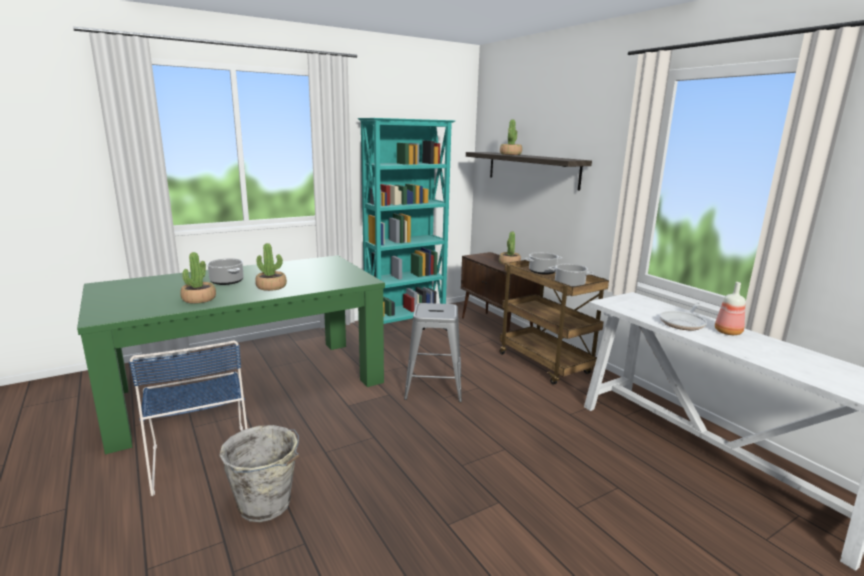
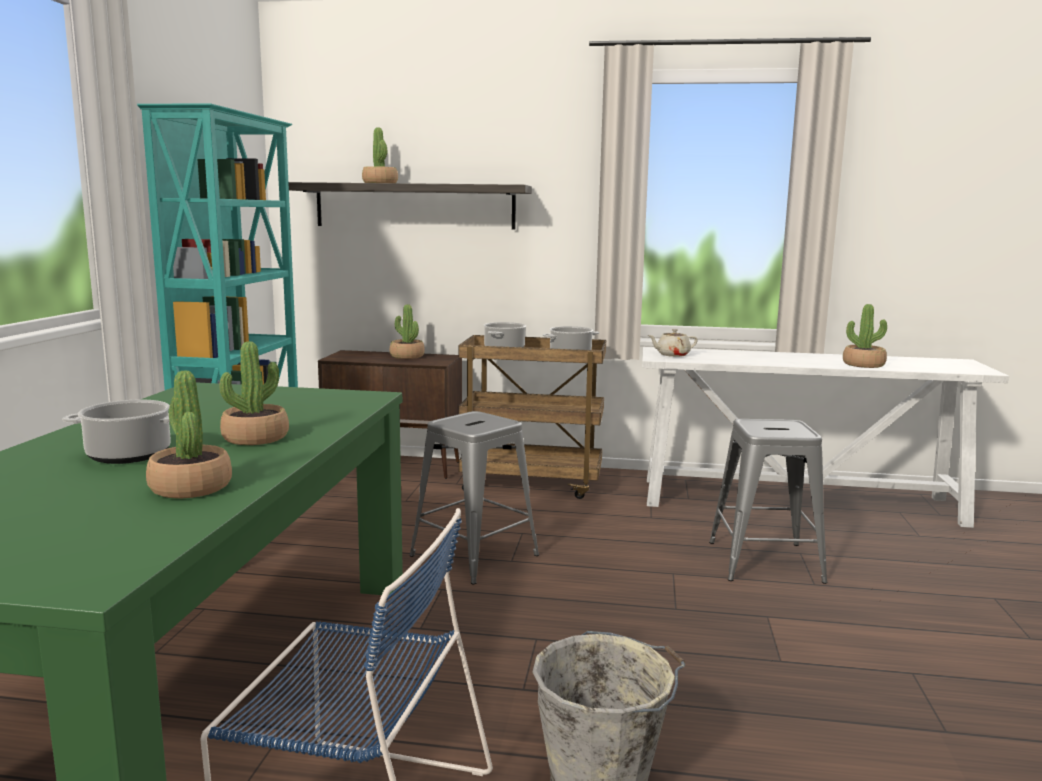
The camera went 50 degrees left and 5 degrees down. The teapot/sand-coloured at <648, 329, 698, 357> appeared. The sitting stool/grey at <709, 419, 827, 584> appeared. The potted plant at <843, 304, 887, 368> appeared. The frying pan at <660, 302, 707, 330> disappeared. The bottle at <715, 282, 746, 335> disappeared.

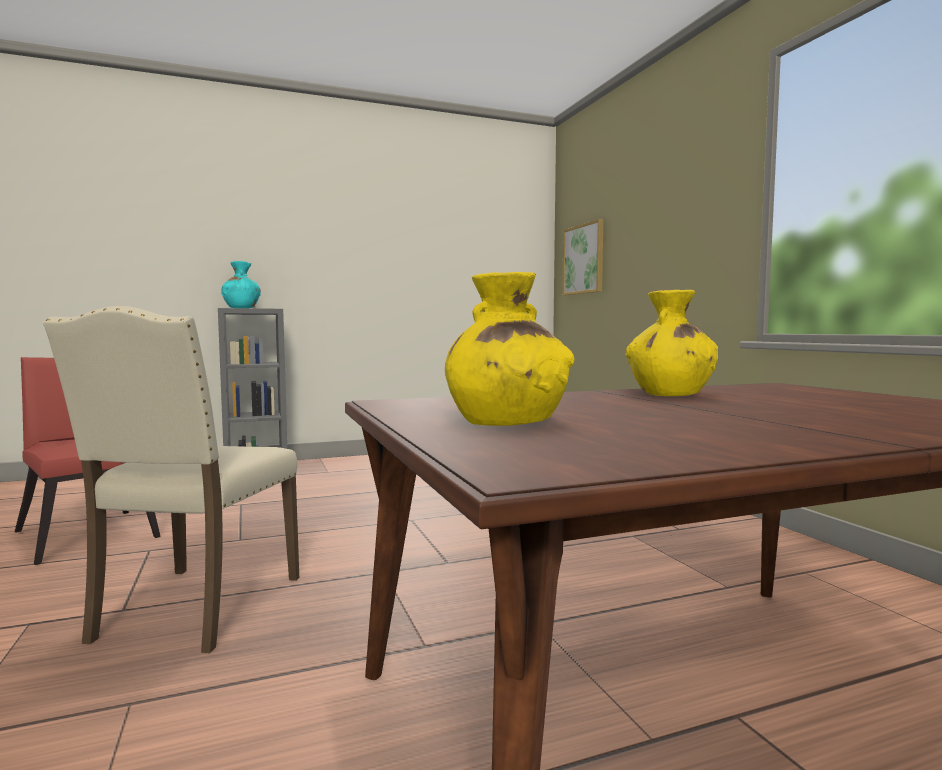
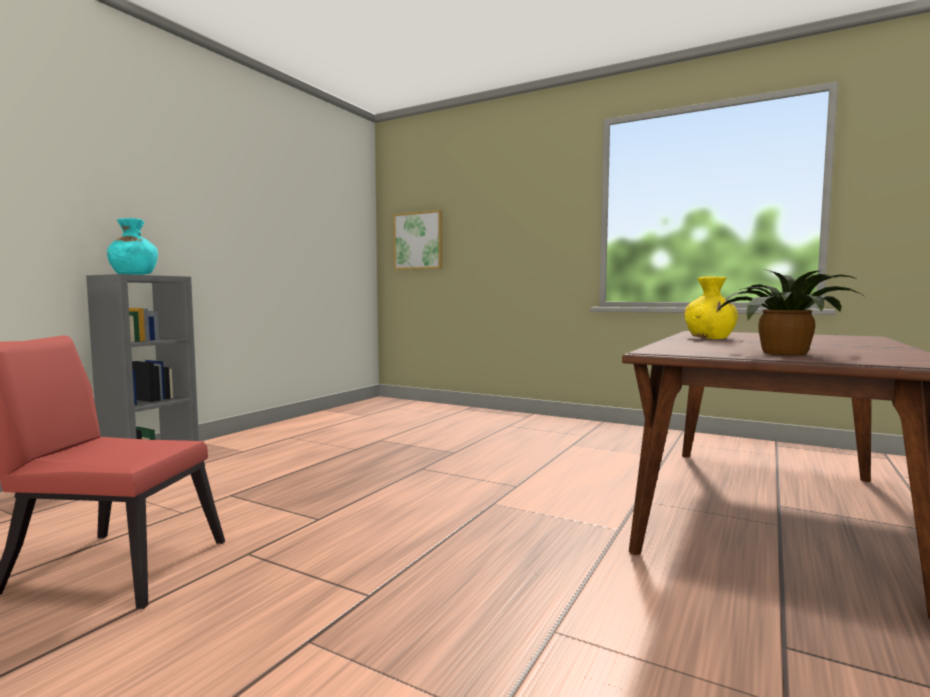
The camera went 40 degrees left and 0 degrees up. The flower vase/yellow at <445, 272, 574, 426> was replaced by the potted plant at <717, 270, 865, 355>. The chair/sand-coloured at <43, 306, 299, 653> disappeared.

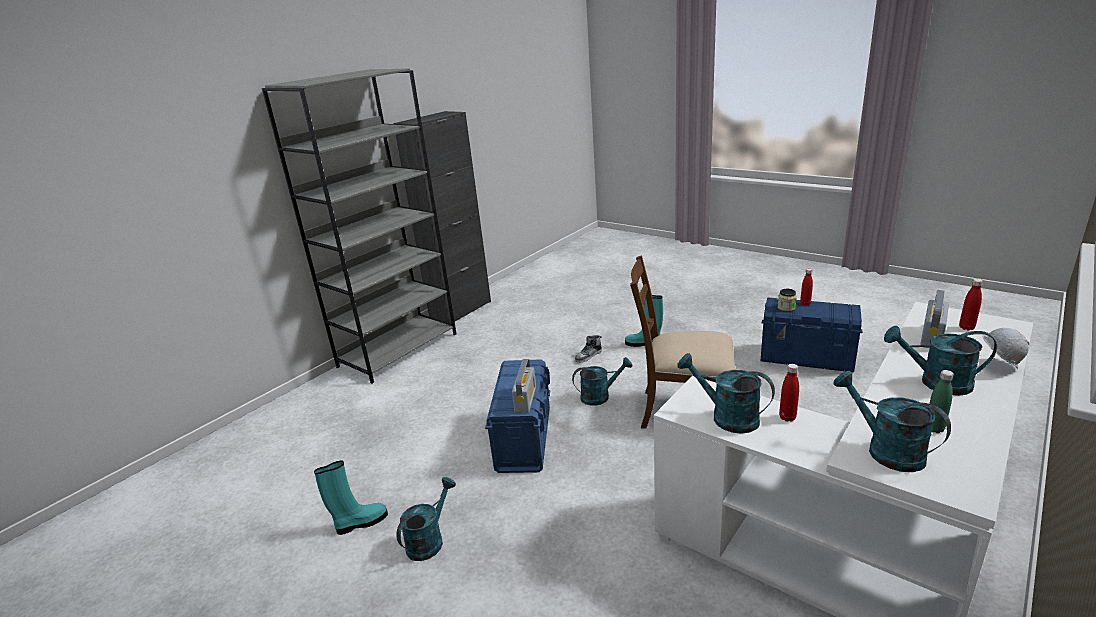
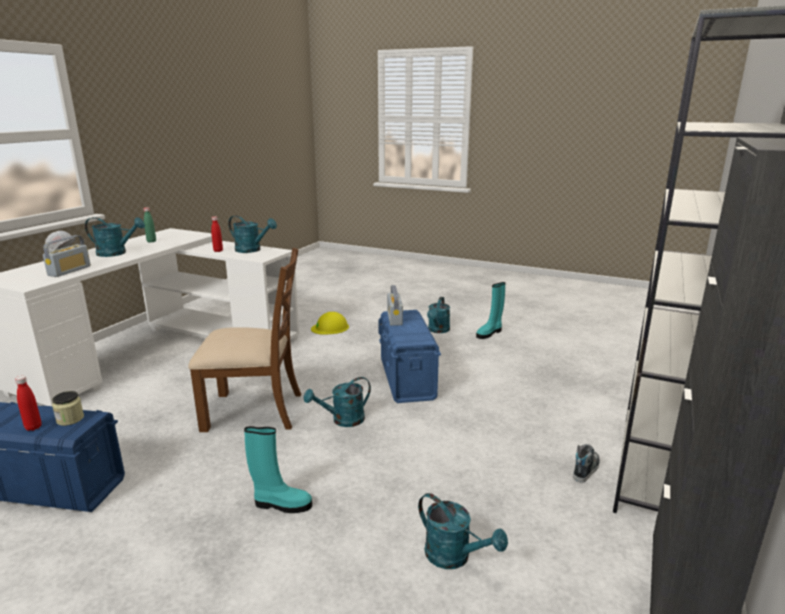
The camera went 165 degrees right and 5 degrees down. The safety helmet/yellow at <311, 312, 349, 335> appeared. The watering can/turquoise moved from <833, 371, 951, 472> to <418, 493, 508, 569>. The shoe moved from <575, 335, 602, 363> to <573, 444, 600, 483>. The bottle/red at <959, 279, 983, 330> disappeared.

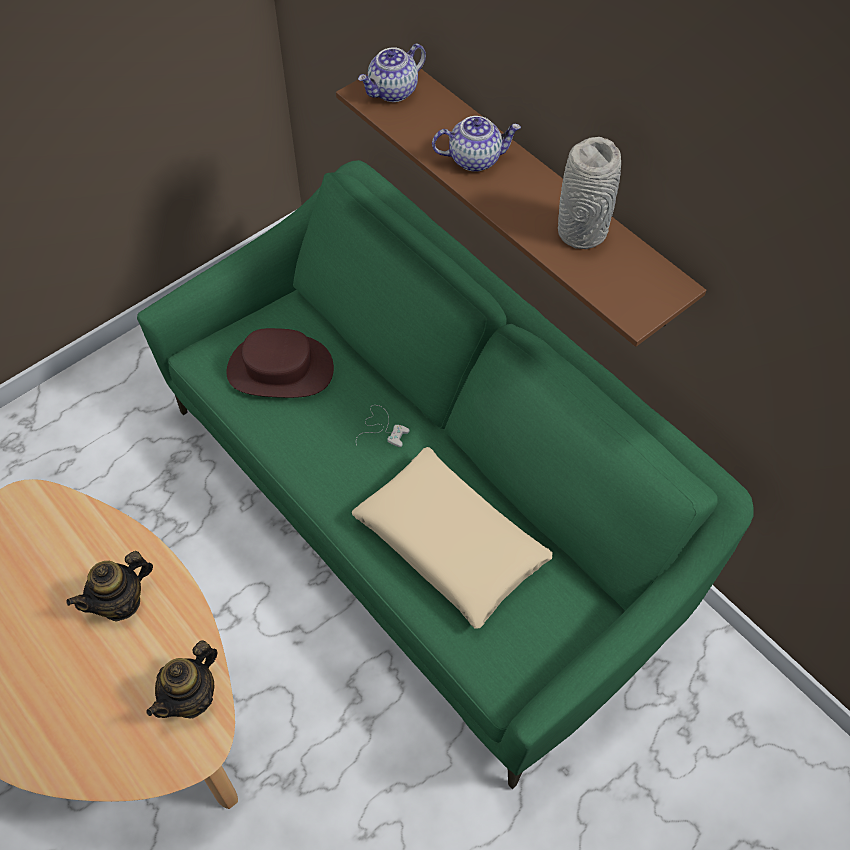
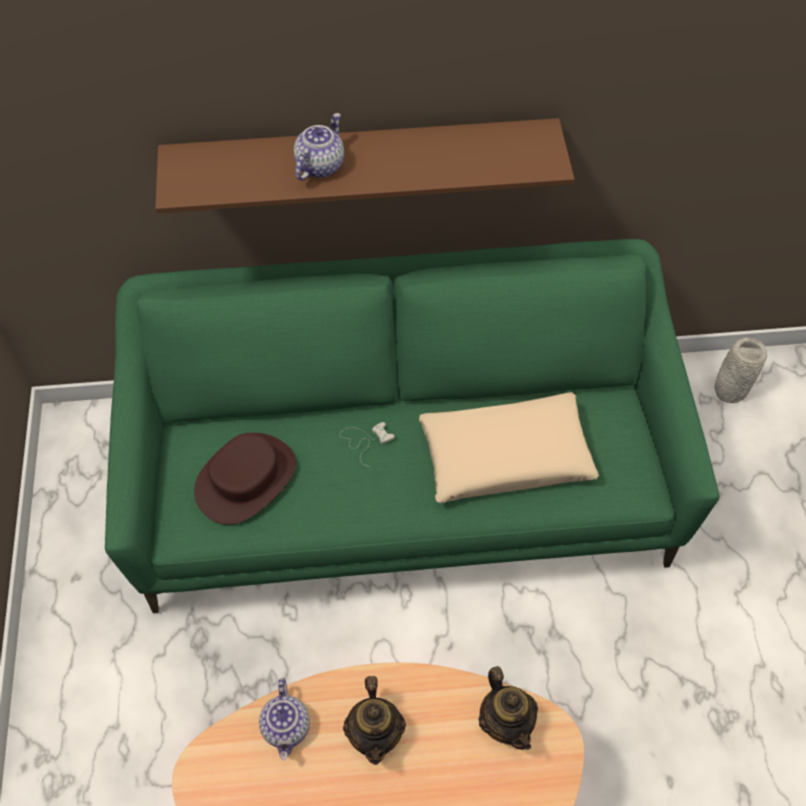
The camera went 55 degrees left and 0 degrees up. The teapot moved from <358, 44, 426, 102> to <259, 678, 310, 760>. The flower vase/grey moved from <558, 137, 621, 249> to <714, 337, 767, 403>.

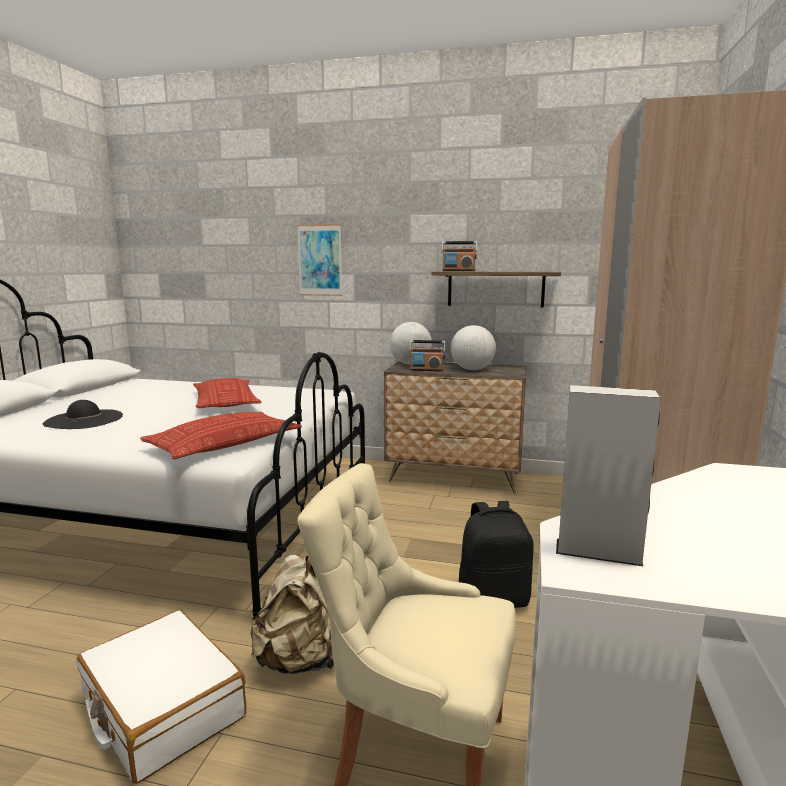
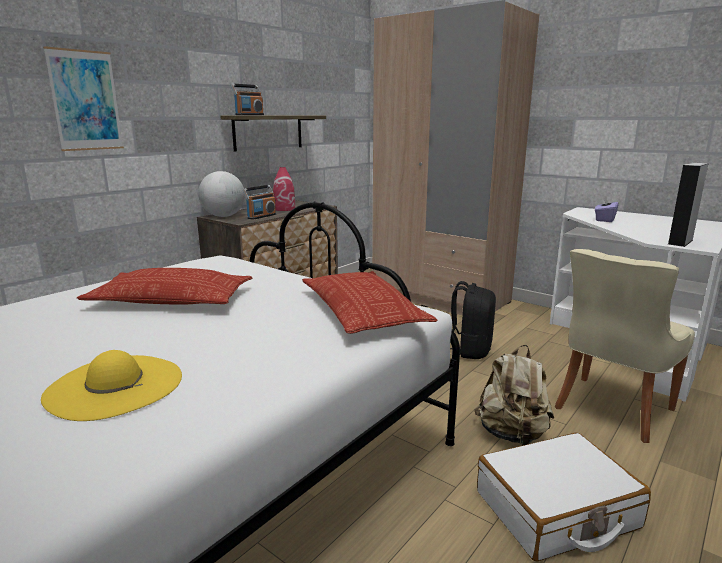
The camera went 65 degrees left and 5 degrees up. The wearable hat/blackish at <43, 400, 123, 429> became the wearable hat/yellow at <41, 350, 182, 421>. The globe at <451, 325, 496, 370> was replaced by the flower vase/red at <273, 167, 295, 211>. The tissue holder/purple at <595, 196, 619, 222> appeared.

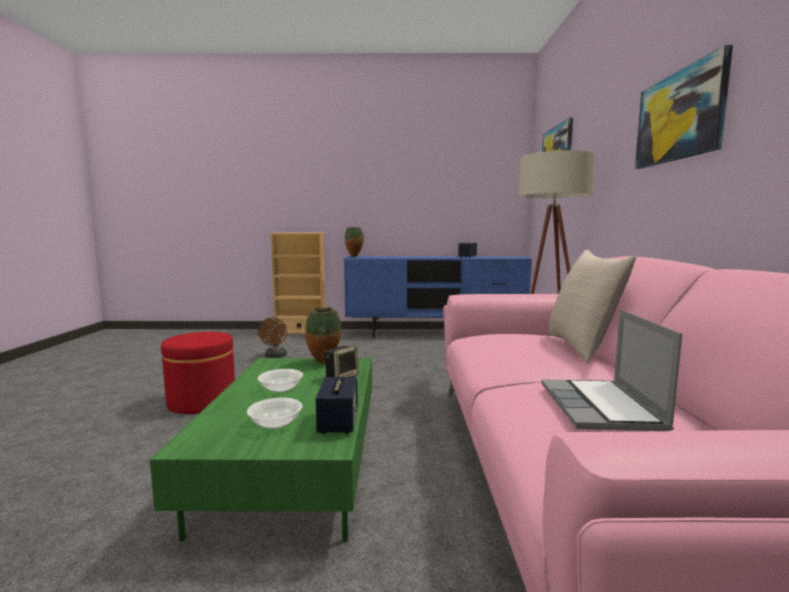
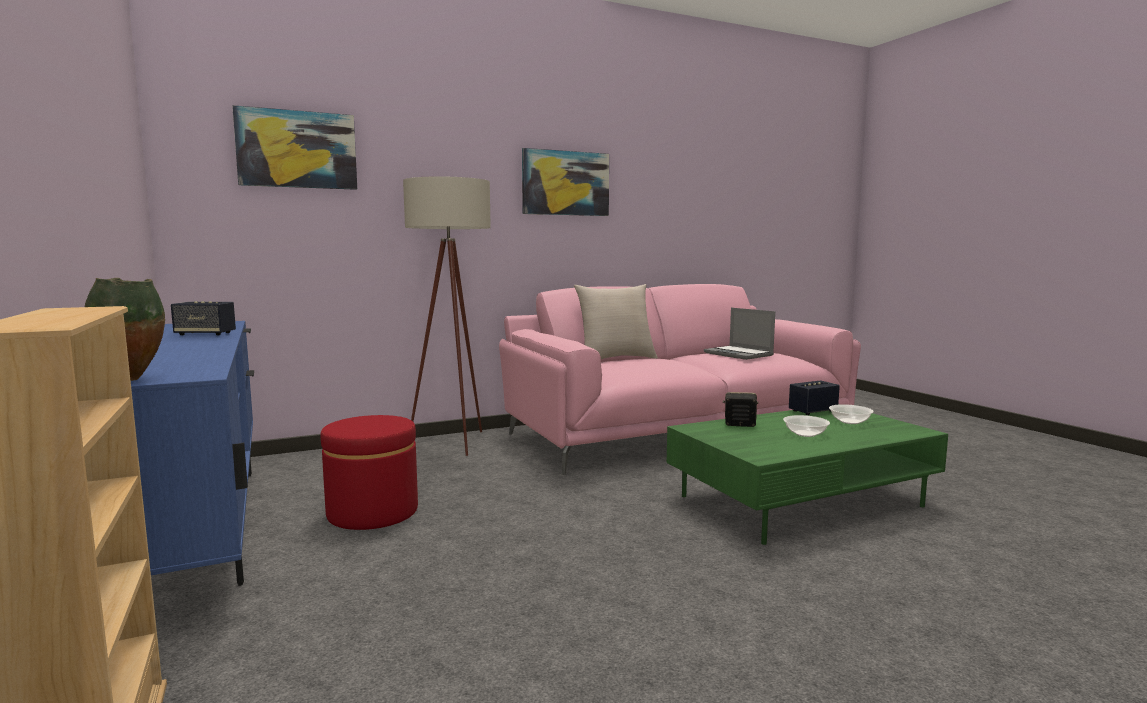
The camera went 115 degrees left and 0 degrees up. The pouffe/red moved from <161, 332, 235, 414> to <321, 415, 418, 530>. The notebook computer at <541, 310, 682, 431> turned 75 degrees clockwise. The electric fan/brownish at <258, 318, 287, 358> disappeared. The flower vase at <305, 307, 341, 364> disappeared.

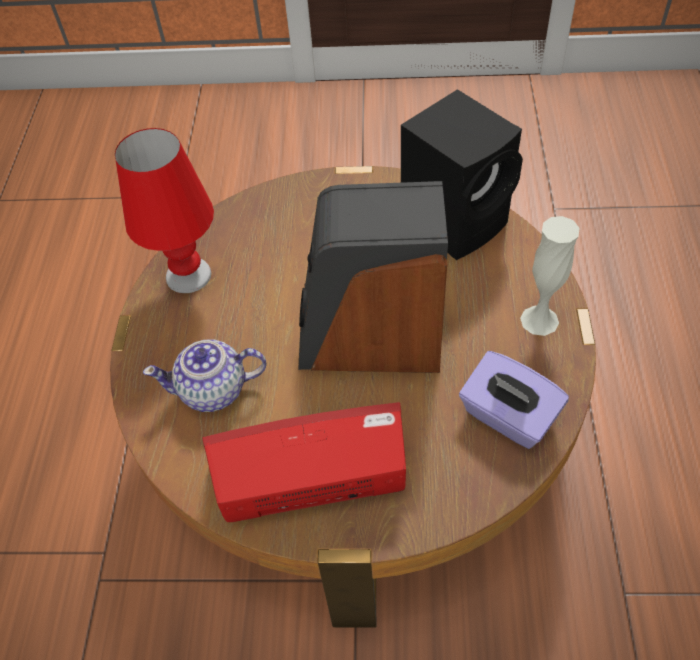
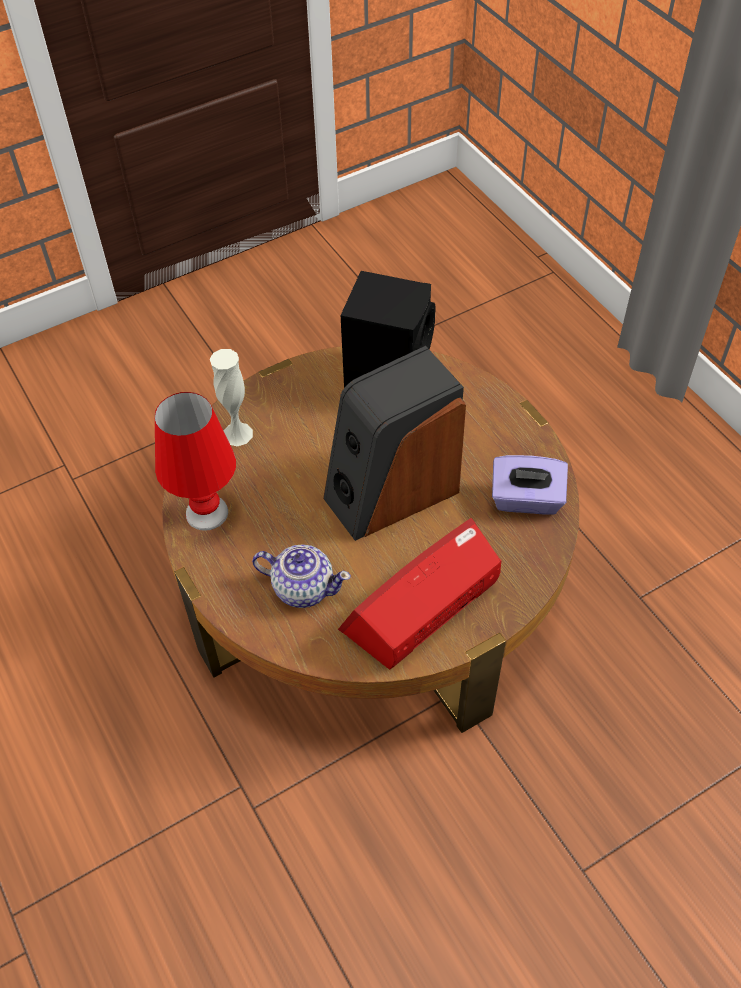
The camera went 35 degrees left and 0 degrees up. The flower vase/white-coloured moved from <520, 216, 580, 336> to <210, 349, 253, 446>. The teapot at <143, 340, 267, 412> turned 120 degrees counterclockwise.

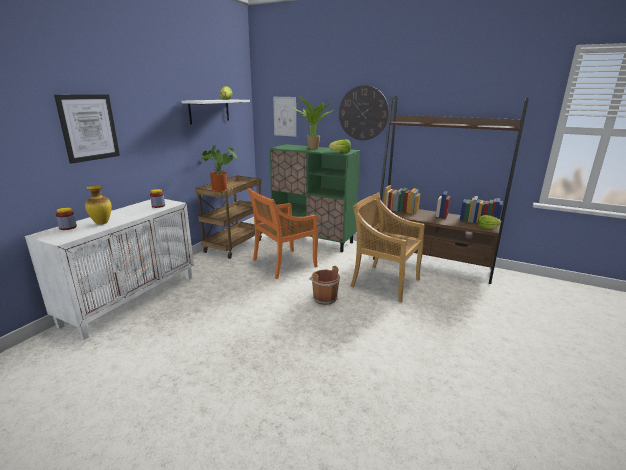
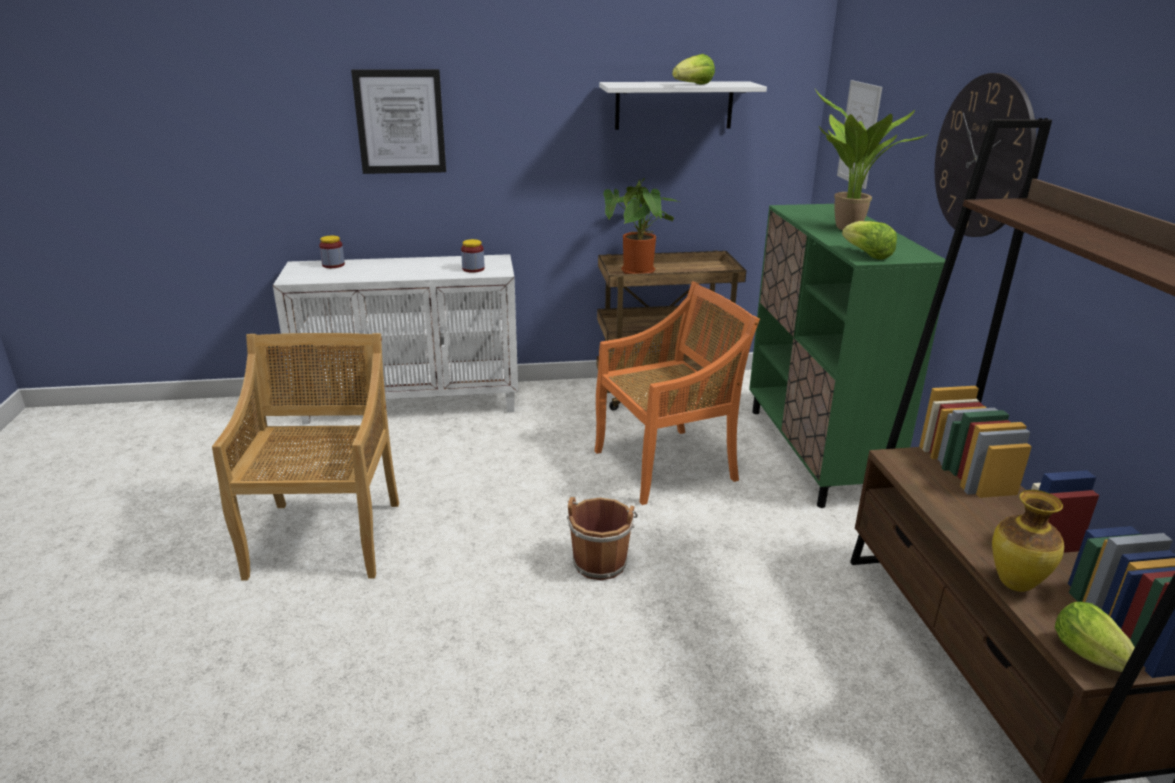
The camera went 55 degrees right and 5 degrees up. The chair/sand-coloured moved from <350, 192, 424, 303> to <212, 333, 399, 581>. The chair/orange at <248, 188, 318, 279> turned 135 degrees clockwise. The flower vase moved from <85, 185, 112, 225> to <992, 490, 1064, 592>.

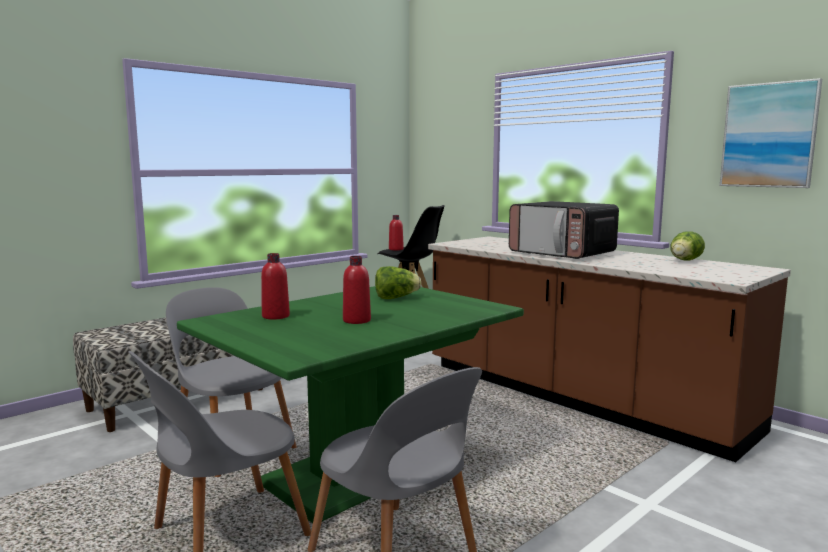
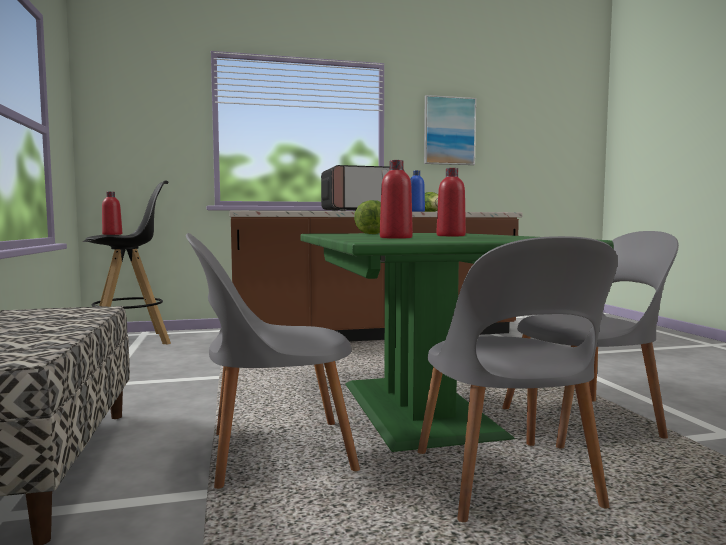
The camera went 60 degrees left and 5 degrees down. The bottle/blue at <410, 170, 425, 212> appeared.

